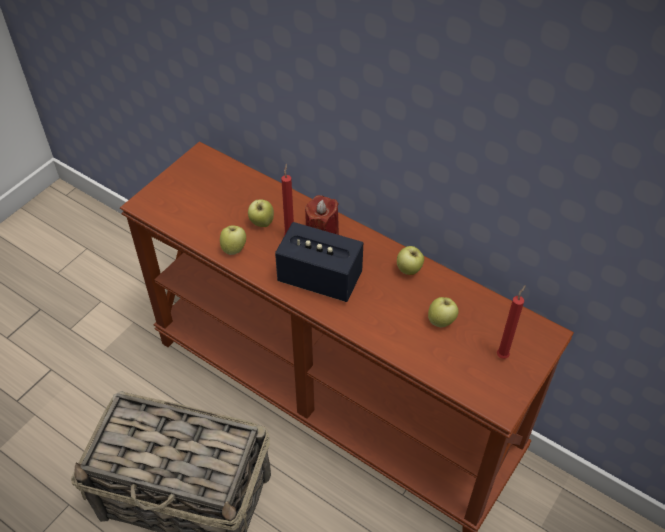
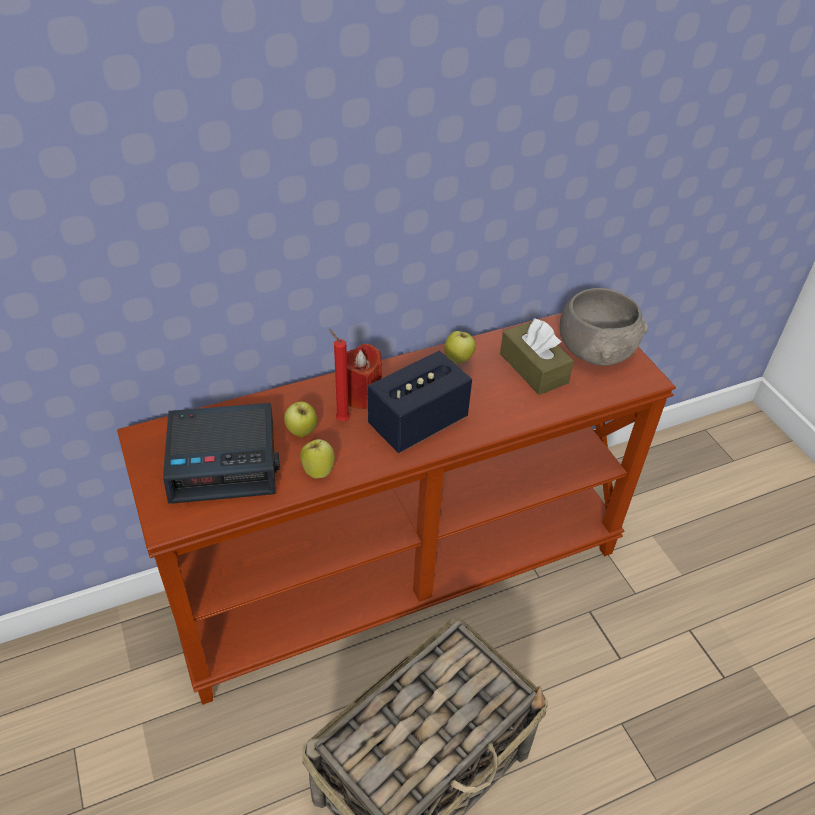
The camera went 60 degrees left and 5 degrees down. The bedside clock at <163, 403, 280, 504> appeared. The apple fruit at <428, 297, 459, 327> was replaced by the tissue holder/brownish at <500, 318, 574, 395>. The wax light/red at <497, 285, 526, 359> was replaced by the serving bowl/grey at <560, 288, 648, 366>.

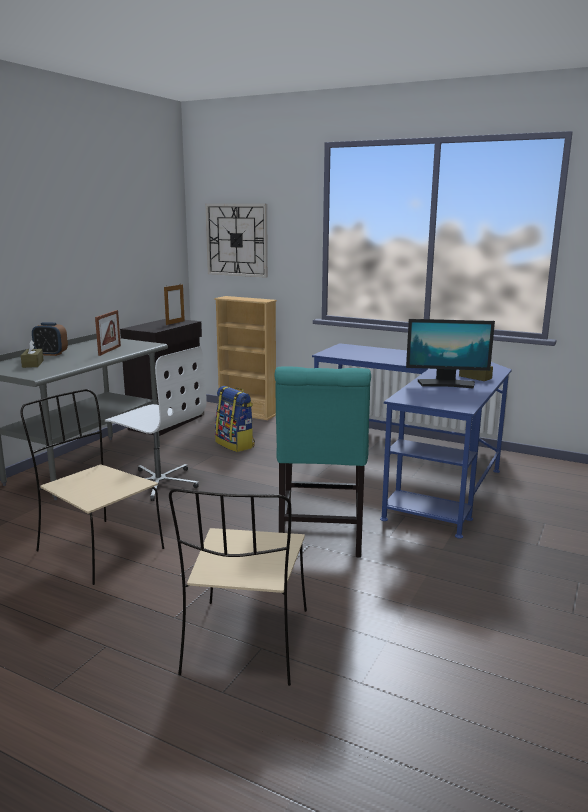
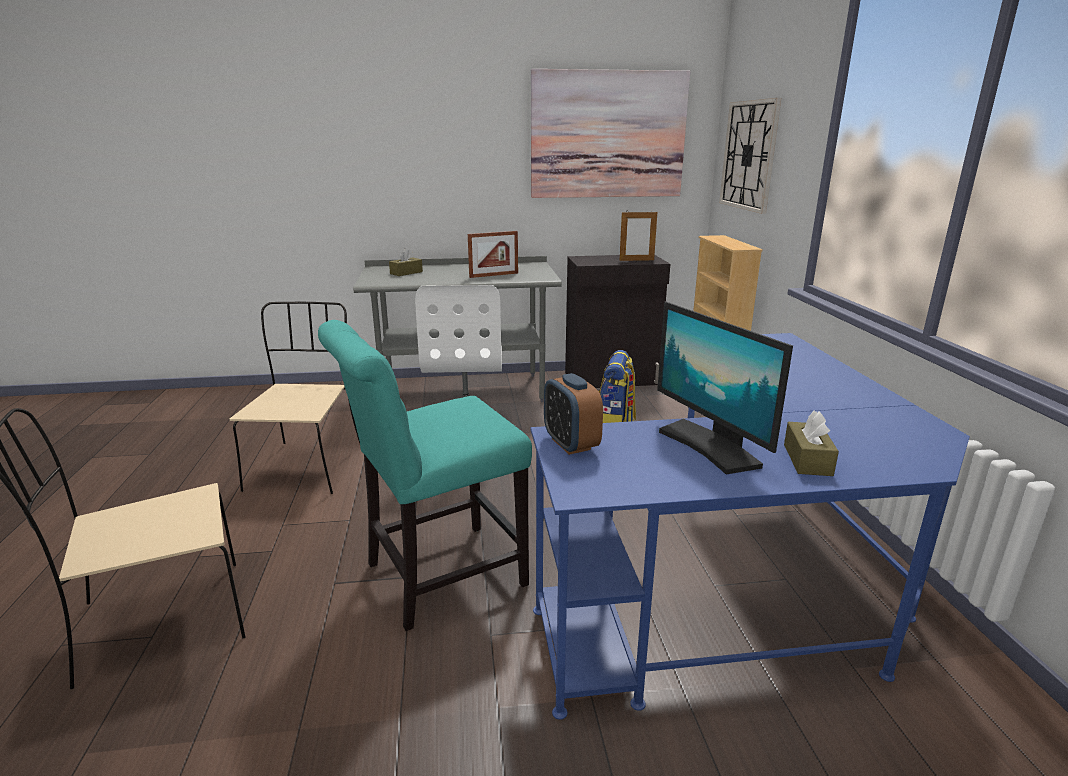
The camera went 55 degrees right and 5 degrees up. The wall picture at <531, 69, 691, 198> appeared. The bedside clock moved from <32, 322, 68, 356> to <544, 373, 603, 455>.

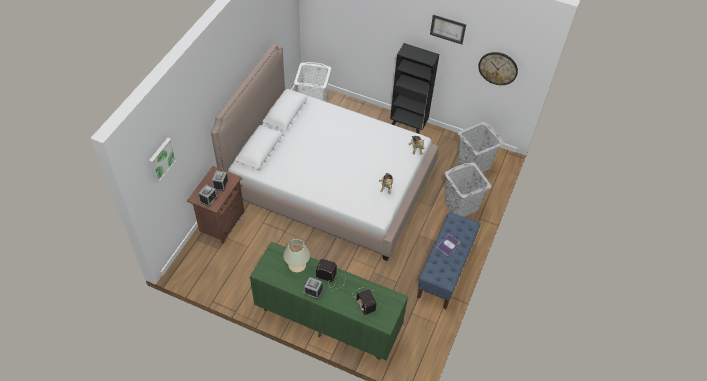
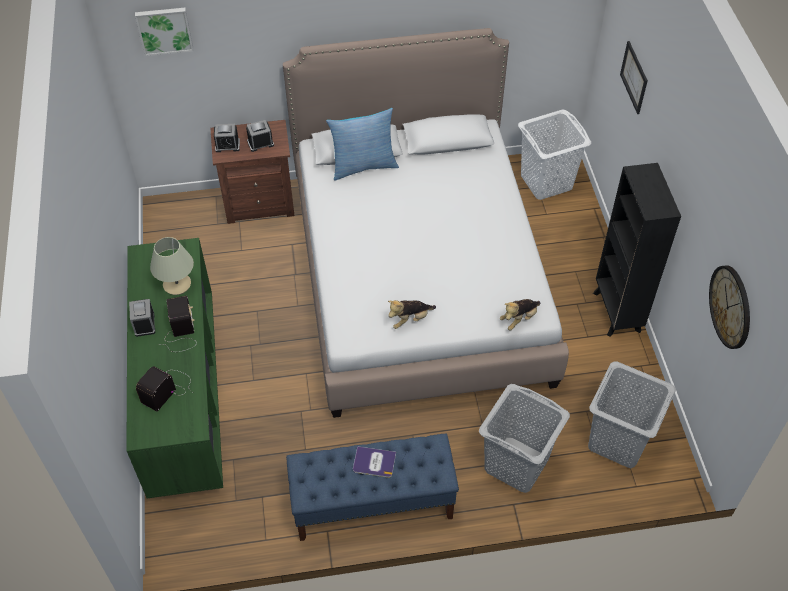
The camera went 60 degrees right and 0 degrees up. The throw pillow at <326, 108, 399, 181> appeared. The wall picture moved from <430, 15, 466, 44> to <620, 41, 648, 114>.

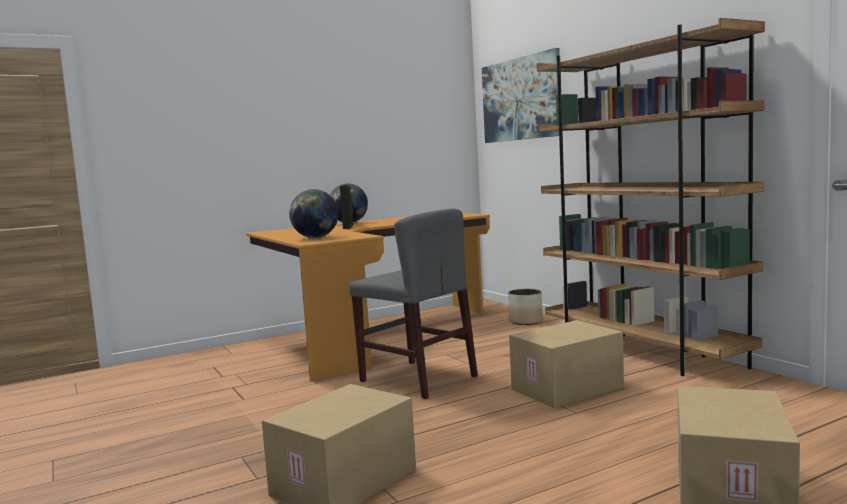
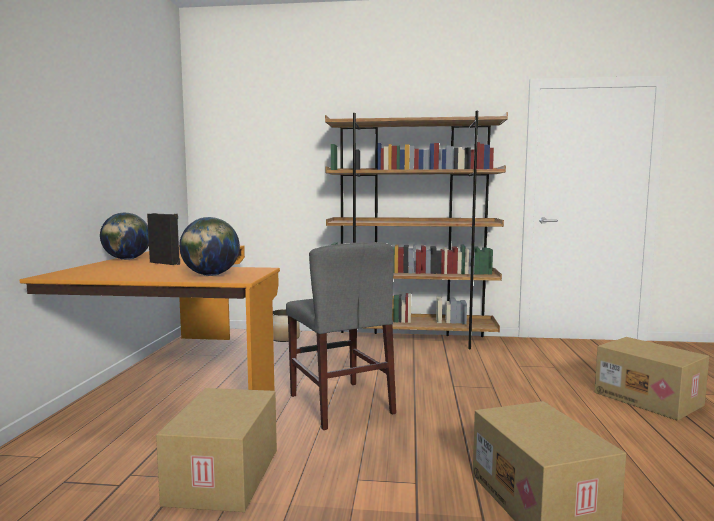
The camera went 55 degrees left and 0 degrees up. The carton moved from <509, 320, 624, 408> to <156, 388, 277, 512>. The chair/grey at <349, 209, 478, 399> turned 75 degrees clockwise. The wall picture at <482, 48, 560, 143> disappeared.

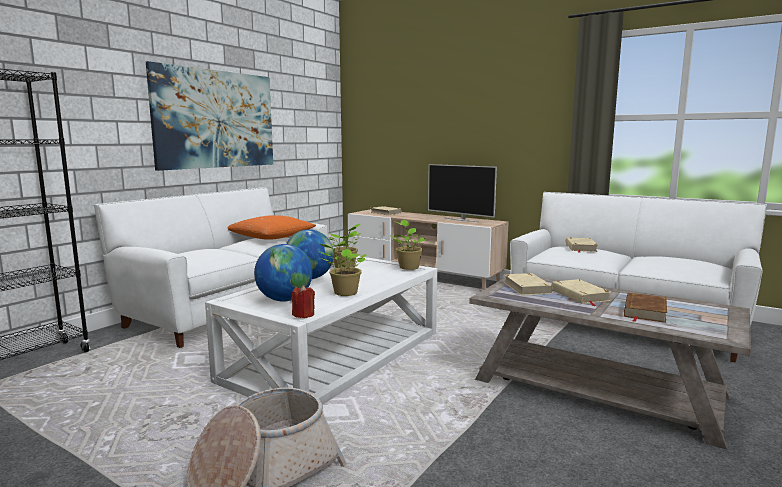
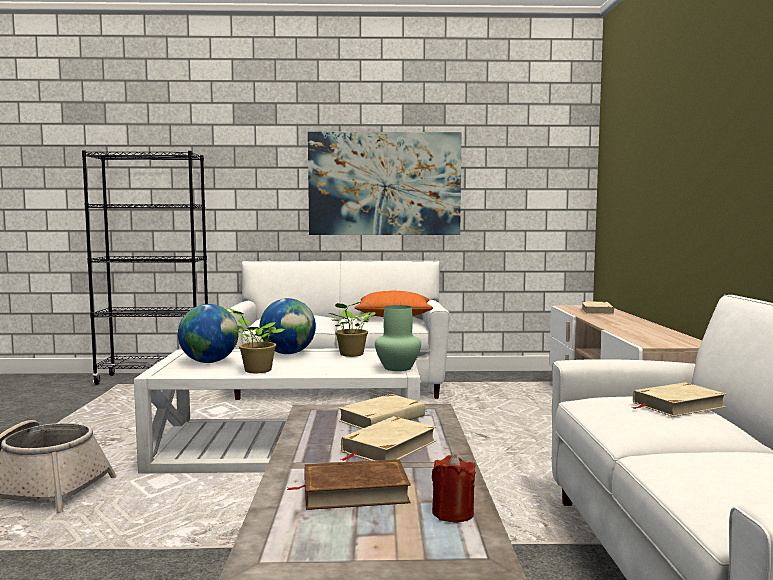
The camera went 55 degrees right and 5 degrees down. The potted plant at <389, 219, 426, 270> was replaced by the flower vase/green at <375, 305, 421, 371>. The wax light/red moved from <292, 285, 315, 318> to <432, 454, 476, 522>. The TV set at <428, 164, 497, 222> disappeared.

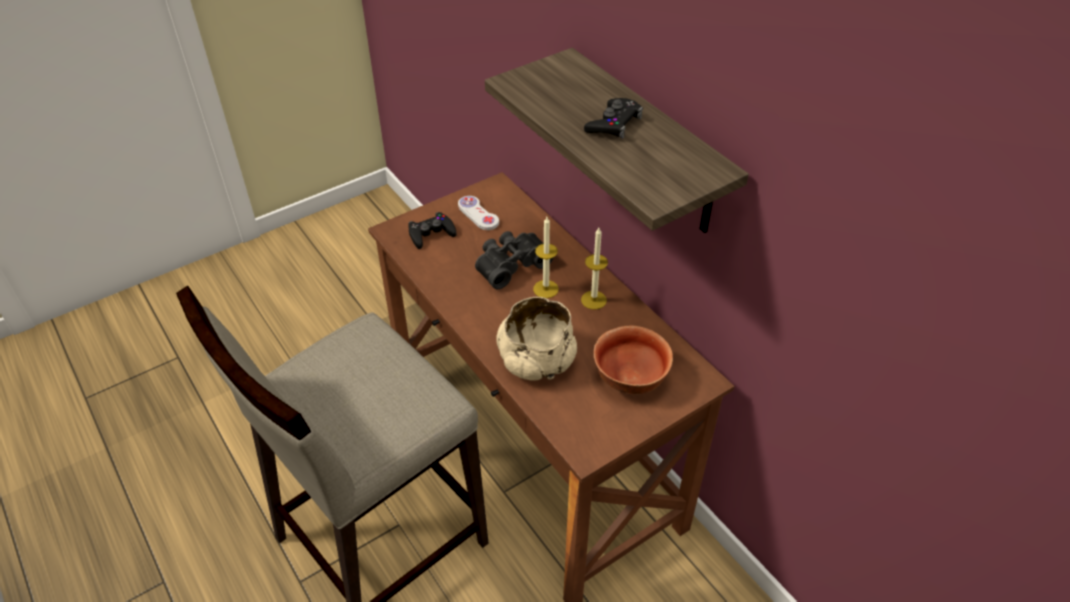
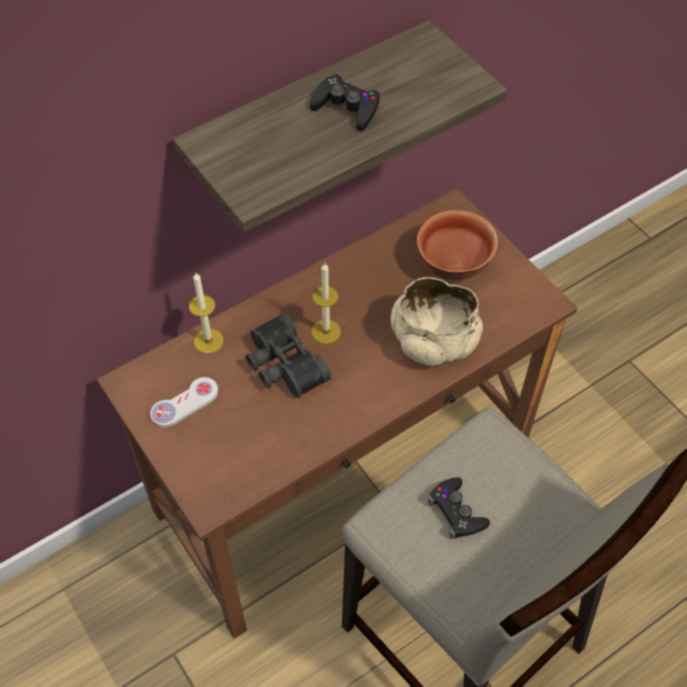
The camera went 90 degrees left and 10 degrees up. The wax light moved from <581, 228, 608, 310> to <189, 273, 224, 354>. The game controller/blackish moved from <408, 212, 457, 249> to <428, 477, 490, 539>.

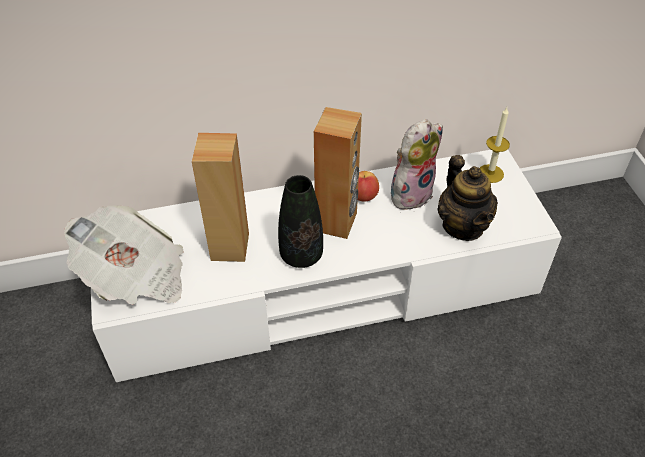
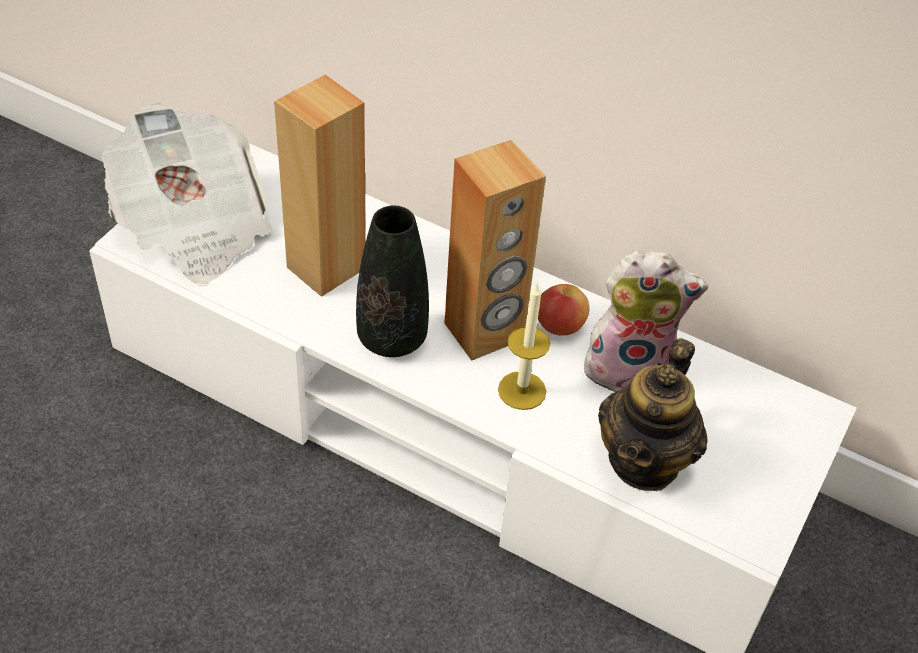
The camera went 40 degrees right and 0 degrees up. The wax light moved from <480, 107, 510, 183> to <498, 282, 550, 410>.

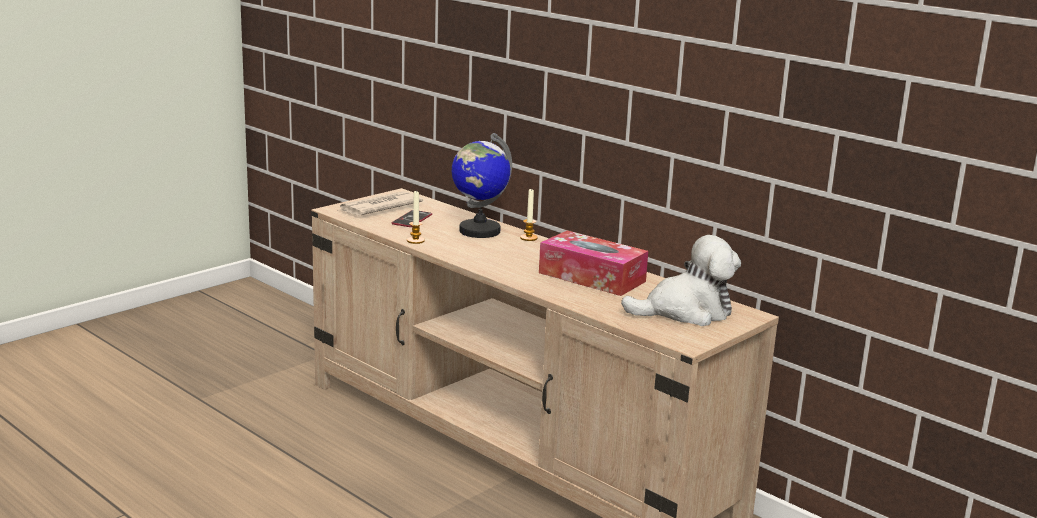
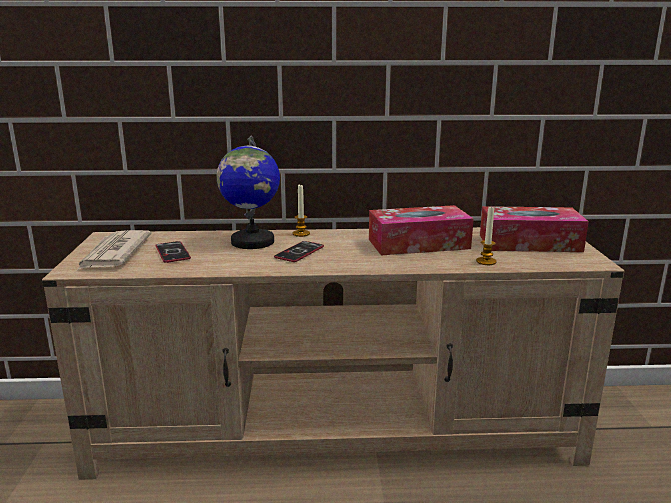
The camera went 45 degrees left and 0 degrees up. The telephone at <274, 241, 324, 262> appeared. The wax light moved from <407, 190, 425, 244> to <476, 205, 497, 265>. The plush toy at <621, 235, 741, 326> was replaced by the tissue holder at <480, 206, 589, 252>.

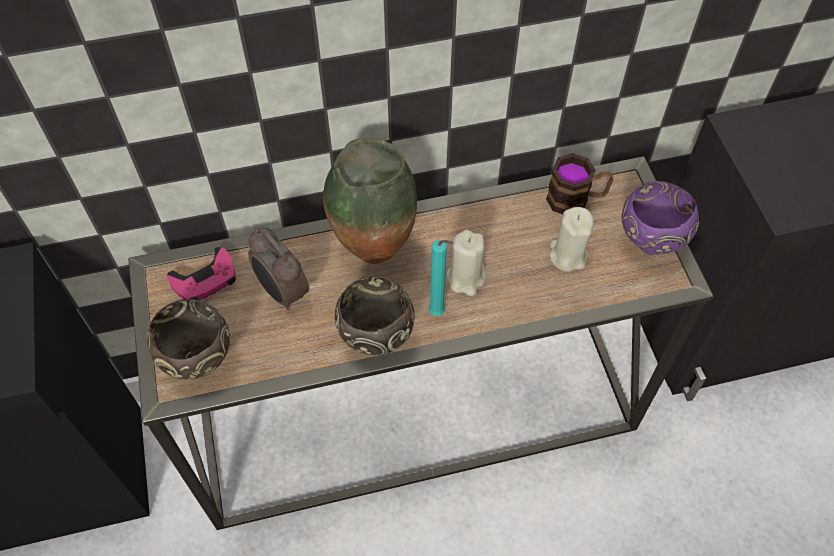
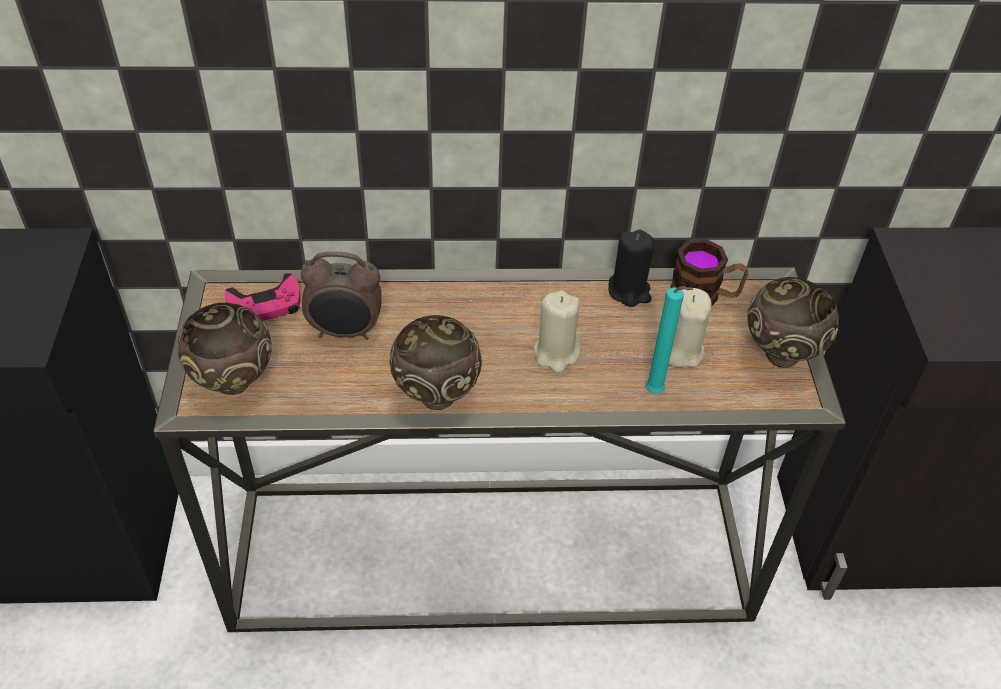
The camera went 10 degrees right and 10 degrees down. The bedside clock at <248, 227, 309, 310> turned 60 degrees counterclockwise. The wax light/blackish at <608, 230, 654, 307> appeared. The wax light/turquoise moved from <429, 240, 454, 316> to <646, 286, 694, 393>. The serving bowl/purple at <621, 181, 699, 255> became the serving bowl/brownish at <747, 277, 839, 368>. The flower vase at <323, 137, 417, 264> disappeared.

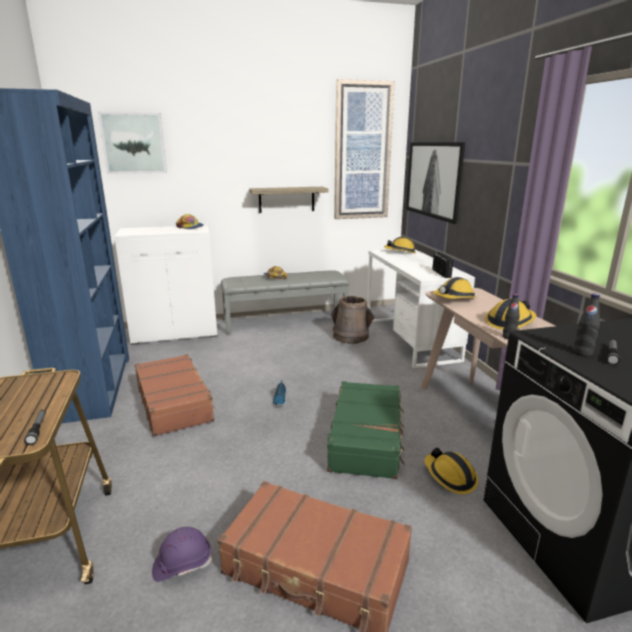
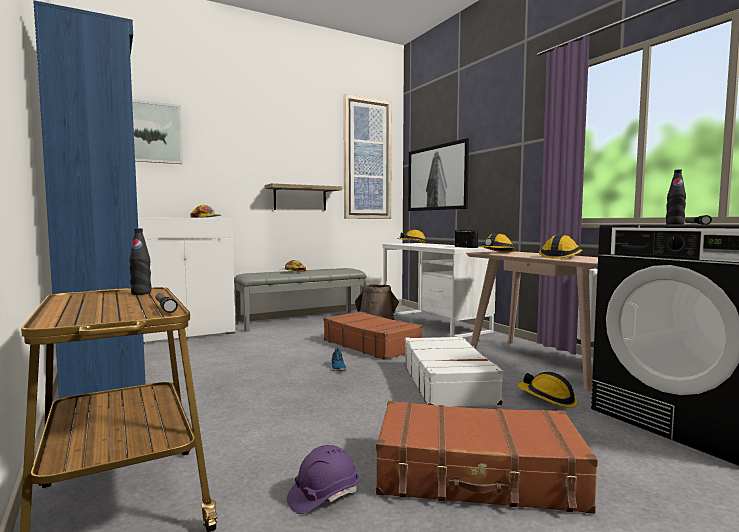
The camera went 15 degrees left and 15 degrees down. The bottle/blackish moved from <503, 294, 520, 339> to <129, 228, 152, 295>. The travel case/brownish moved from <135, 354, 216, 437> to <323, 311, 423, 360>. The travel case/green at <327, 381, 404, 479> became the travel case/white-coloured at <405, 336, 503, 407>.

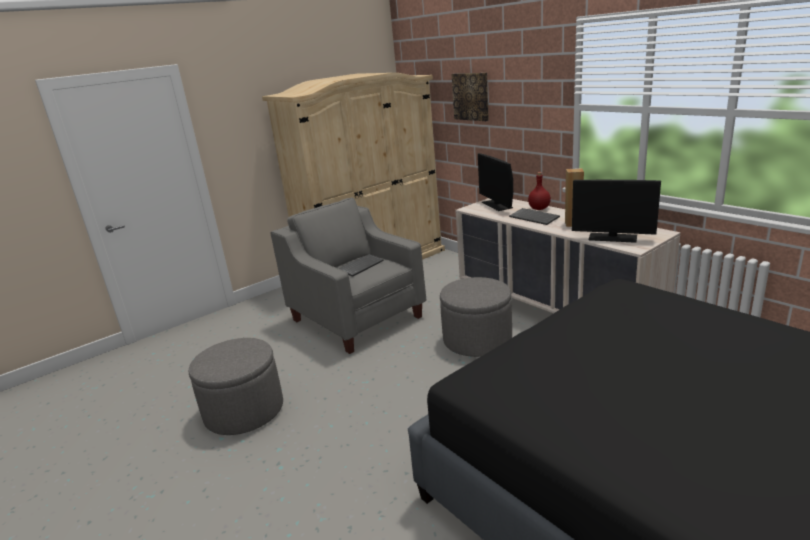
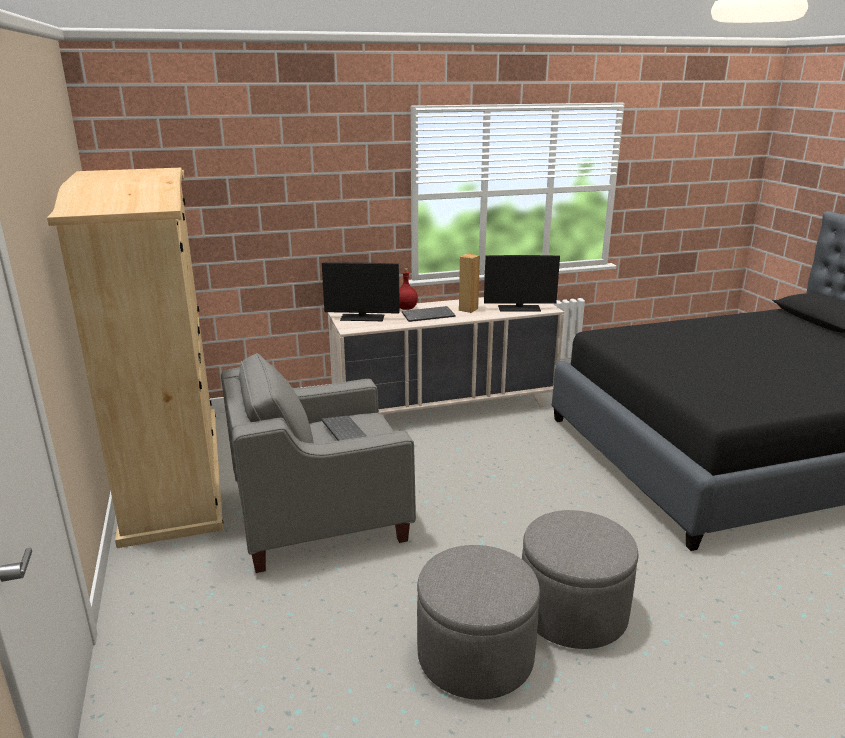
The camera went 70 degrees left and 0 degrees up. The monitor at <572, 180, 661, 243> turned 45 degrees clockwise. The pouffe/grey moved from <440, 277, 512, 357> to <522, 510, 638, 649>. The wall picture at <452, 73, 489, 121> disappeared.

